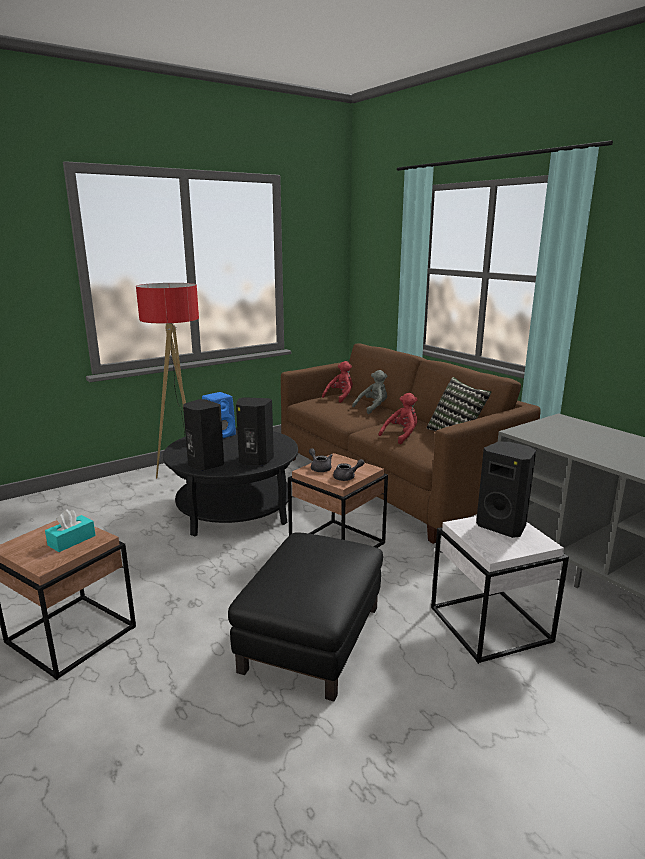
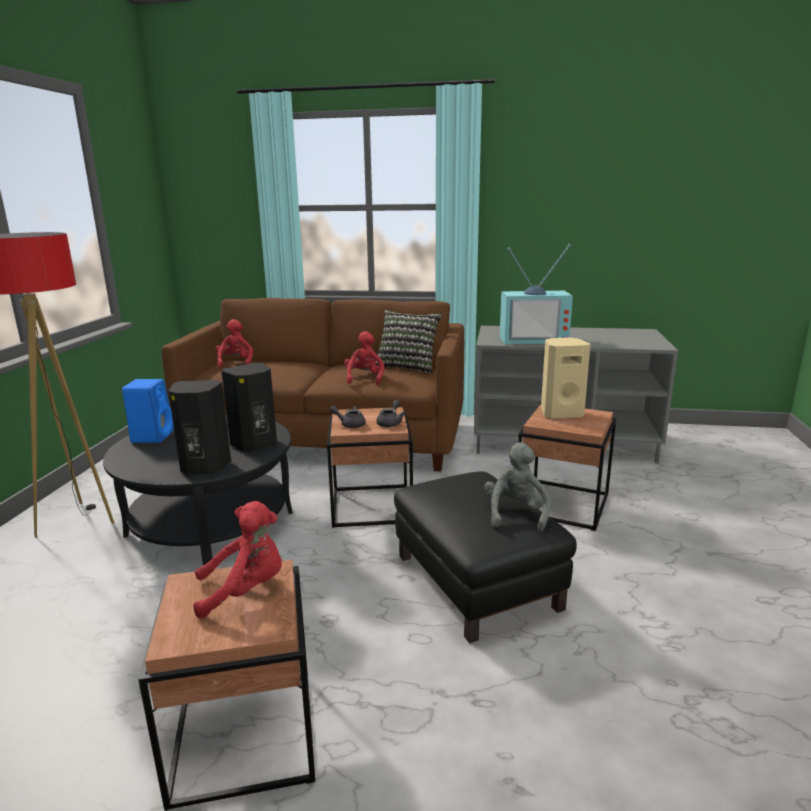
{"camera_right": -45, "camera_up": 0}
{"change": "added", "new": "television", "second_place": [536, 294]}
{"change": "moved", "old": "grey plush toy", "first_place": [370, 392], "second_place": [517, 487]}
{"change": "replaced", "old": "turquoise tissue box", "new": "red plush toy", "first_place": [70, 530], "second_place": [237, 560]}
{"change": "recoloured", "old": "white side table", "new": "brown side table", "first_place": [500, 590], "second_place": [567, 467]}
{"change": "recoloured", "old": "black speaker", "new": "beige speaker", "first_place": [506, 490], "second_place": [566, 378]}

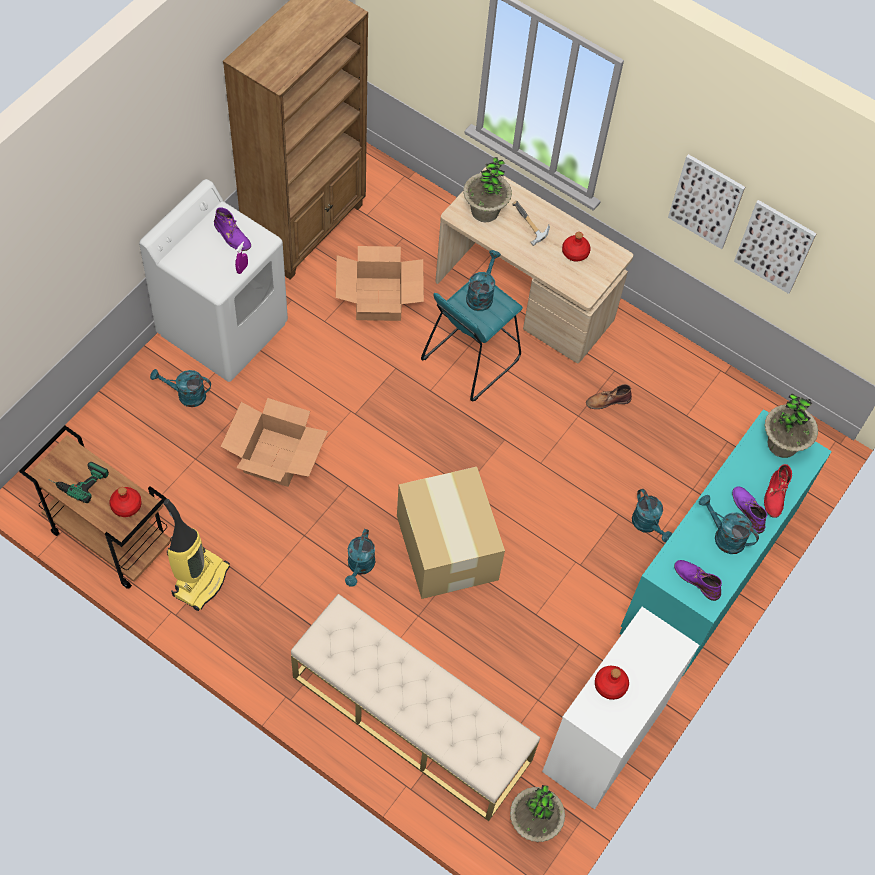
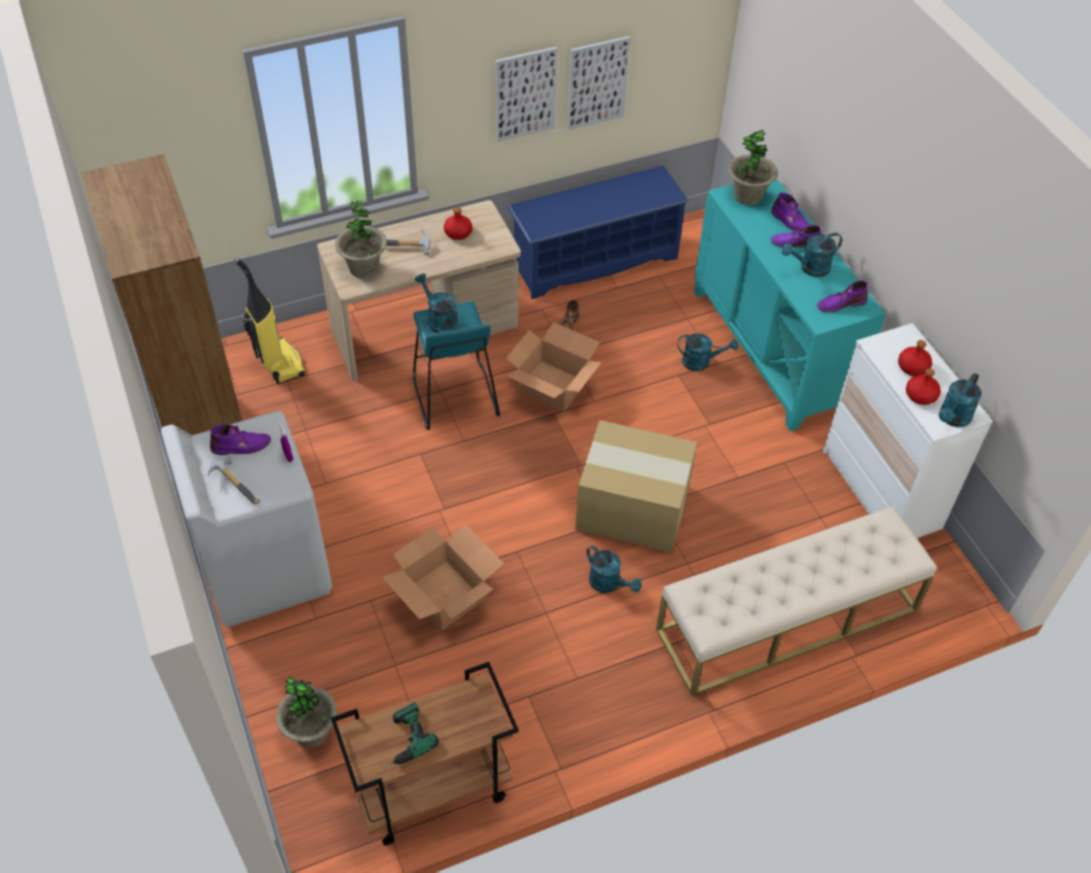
{"camera_right": -55, "camera_up": -10}
{"change": "added", "new": "hammer", "second_place": [234, 481]}
{"change": "added", "new": "blue shoe rack", "second_place": [598, 232]}
{"change": "moved", "old": "red bottle", "first_place": [126, 502], "second_place": [915, 358]}
{"change": "moved", "old": "turquoise watering can", "first_place": [180, 388], "second_place": [960, 400]}
{"change": "moved", "old": "vacuum cleaner", "first_place": [196, 555], "second_place": [270, 321]}
{"change": "moved", "old": "cardboard box", "first_place": [380, 283], "second_place": [554, 367]}
{"change": "moved", "old": "potted plant", "first_place": [537, 813], "second_place": [306, 712]}
{"change": "recoloured", "old": "red boot", "new": "purple boot", "first_place": [778, 491], "second_place": [790, 212]}

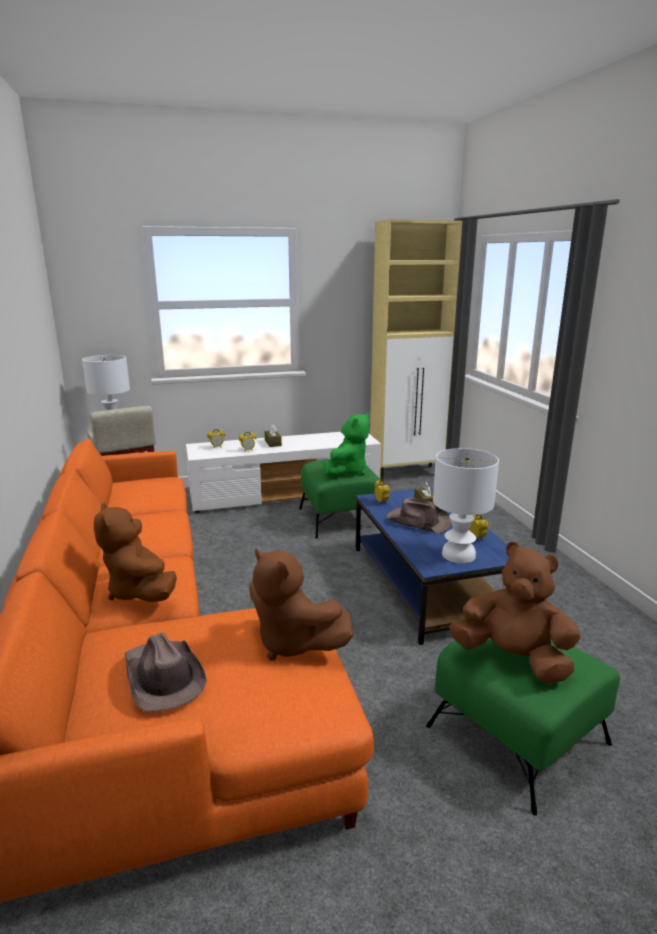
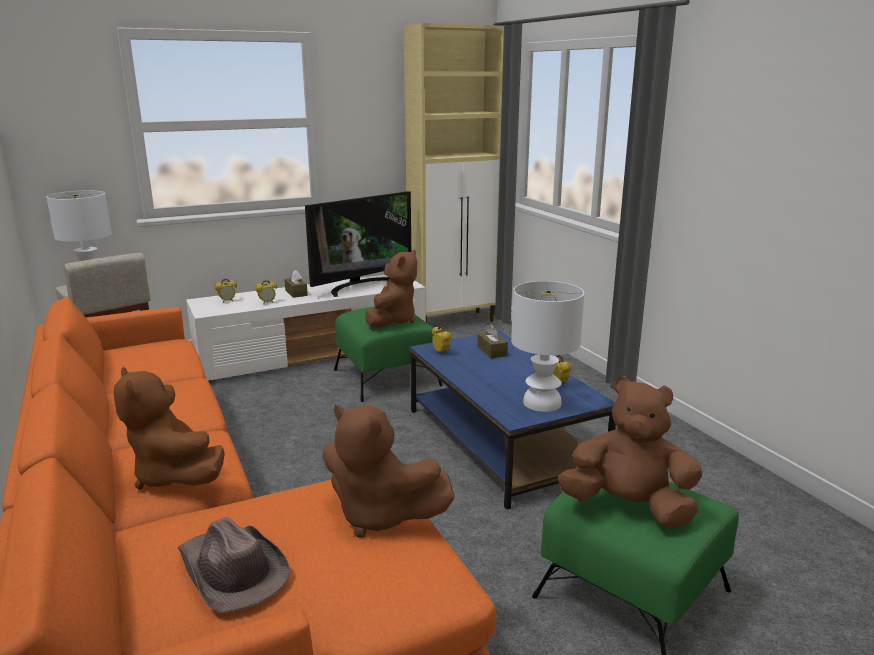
{"camera_right": -10, "camera_up": 0}
{"change": "removed", "old": "brown hat", "first_place": [419, 515]}
{"change": "added", "new": "television", "second_place": [358, 244]}
{"change": "recoloured", "old": "green plush toy", "new": "brown plush toy", "first_place": [346, 445], "second_place": [391, 288]}

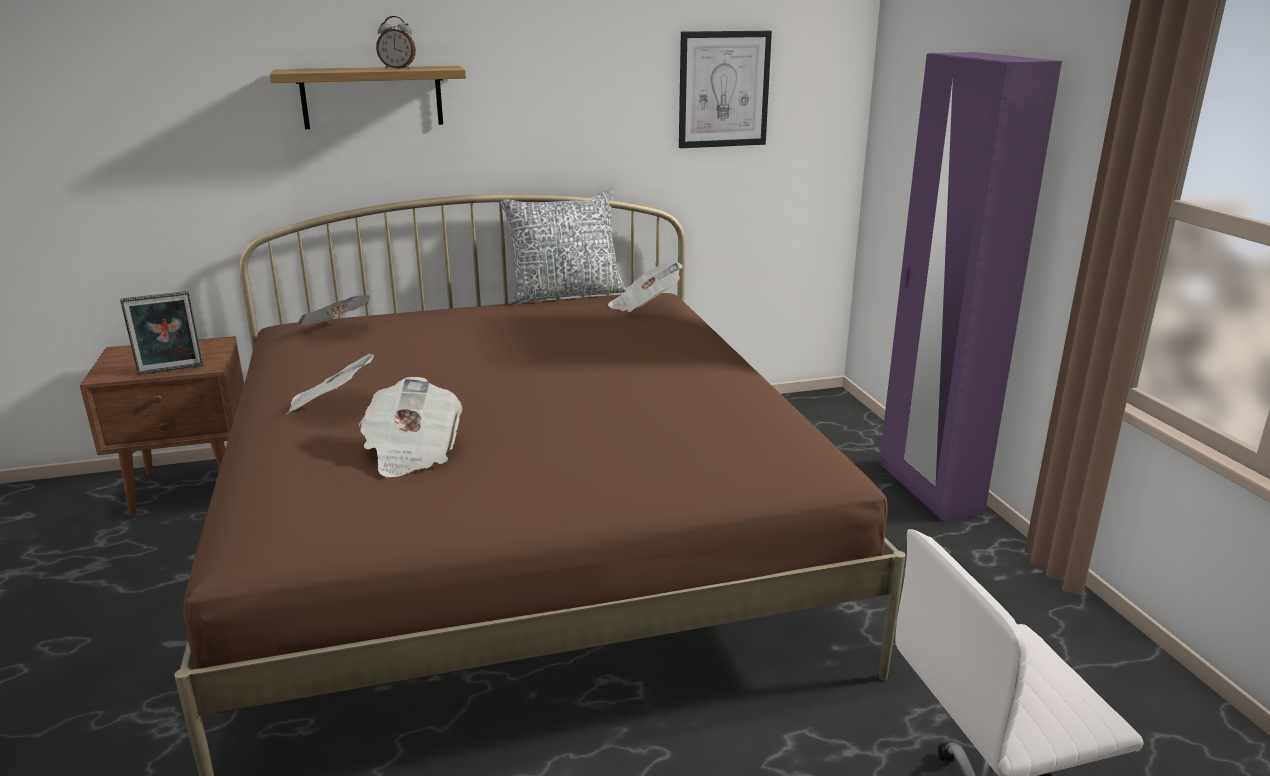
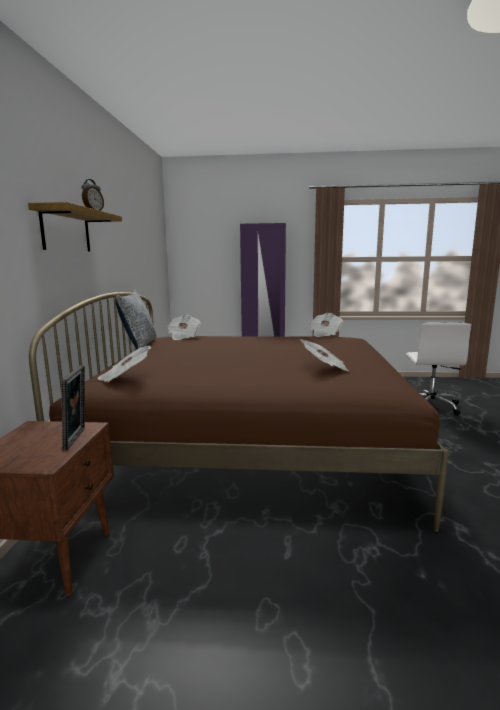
{"camera_right": -70, "camera_up": -10}
{"change": "removed", "old": "picture", "first_place": [725, 89]}
{"change": "moved", "old": "newspaper", "first_place": [330, 383], "second_place": [326, 325]}

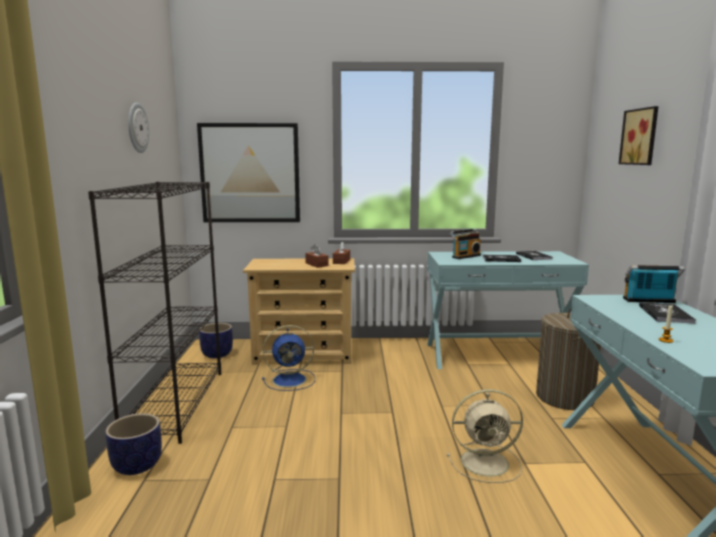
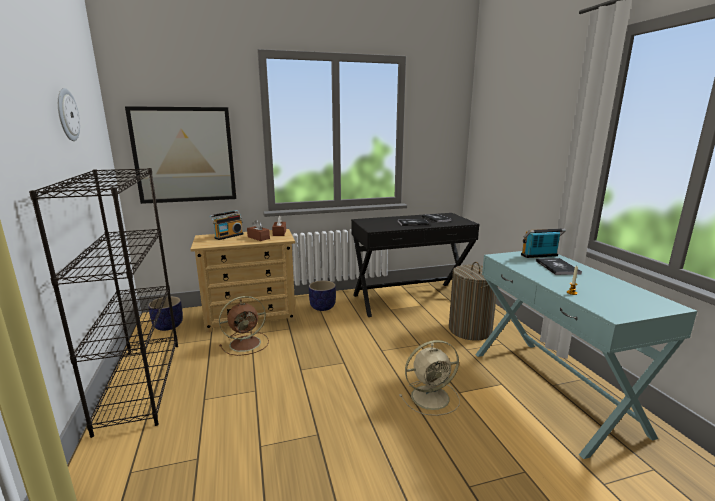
{"camera_right": -15, "camera_up": 5}
{"change": "removed", "old": "picture", "first_place": [639, 135]}
{"change": "moved", "old": "planter", "first_place": [133, 444], "second_place": [322, 295]}
{"change": "moved", "old": "radio", "first_place": [465, 244], "second_place": [227, 225]}
{"change": "recoloured", "old": "blue fan", "new": "brown fan", "first_place": [288, 358], "second_place": [244, 326]}
{"change": "recoloured", "old": "turquoise console table", "new": "black console table", "first_place": [508, 310], "second_place": [415, 265]}

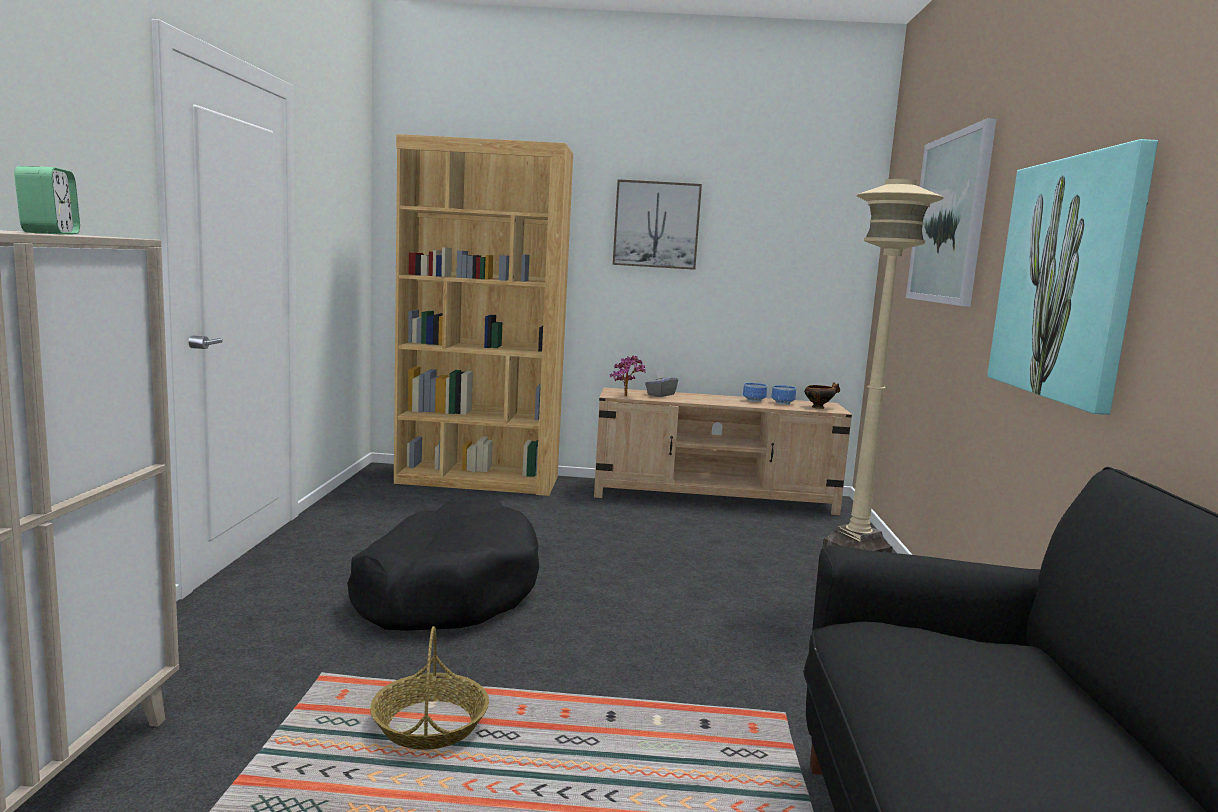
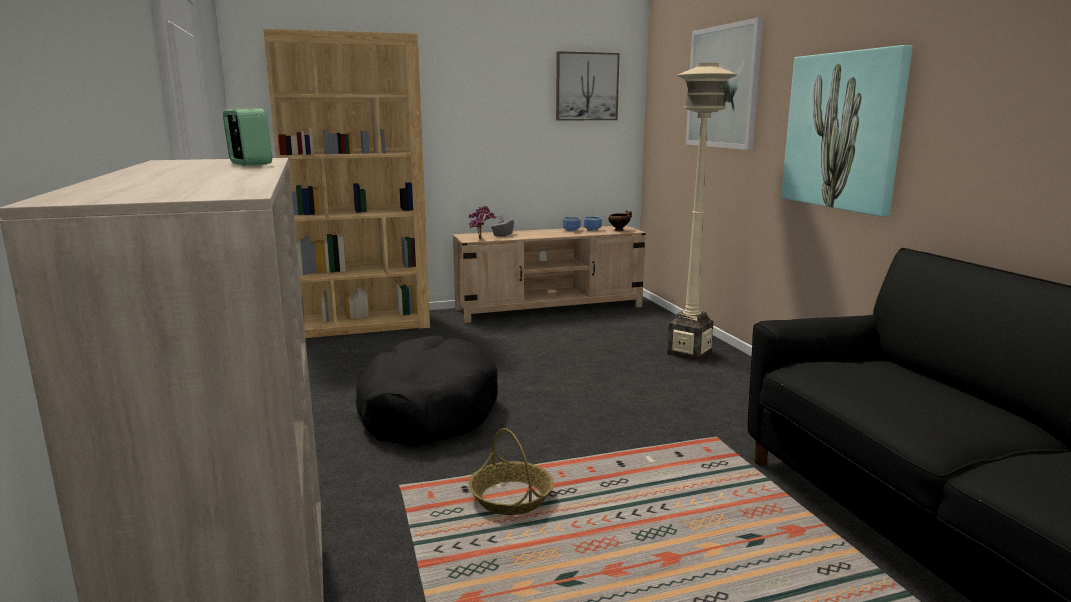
{"camera_right": -20, "camera_up": 5}
{"change": "moved", "old": "picture", "first_place": [657, 224], "second_place": [588, 85]}

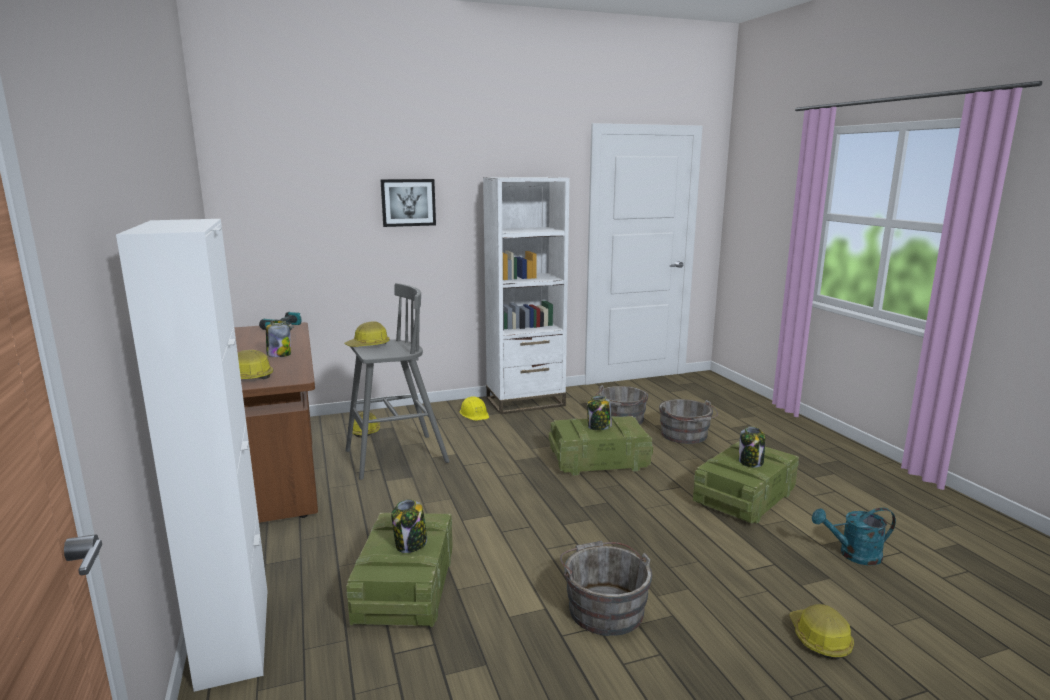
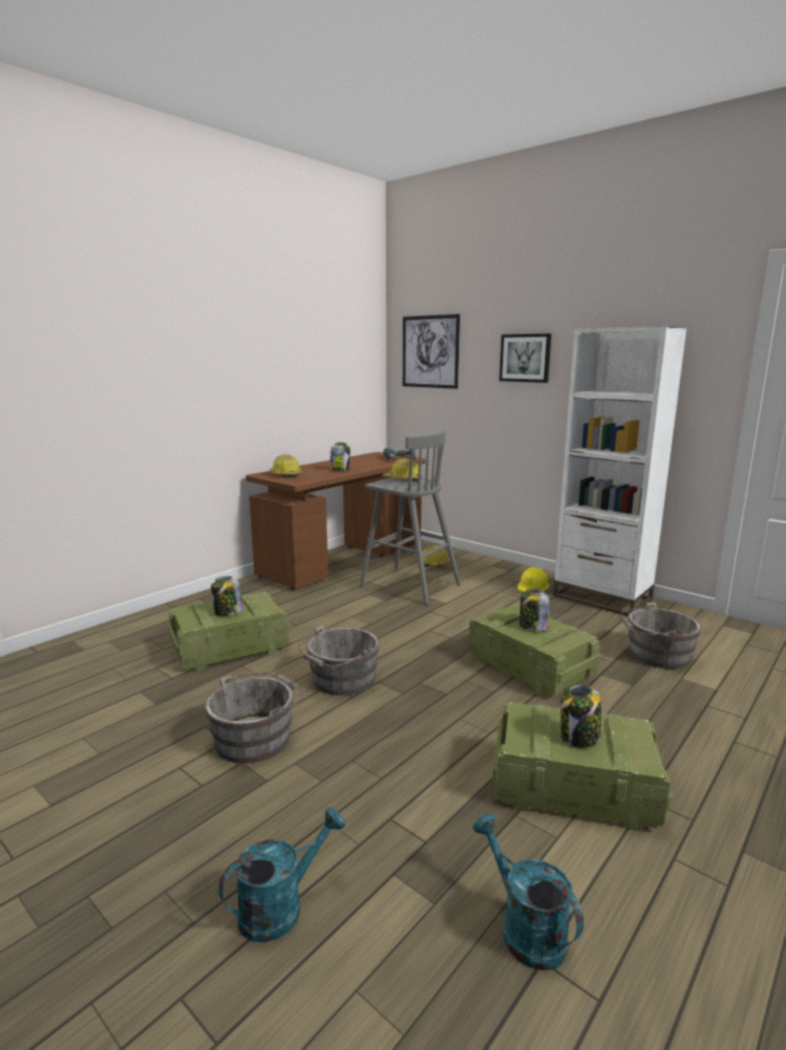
{"camera_right": 60, "camera_up": 0}
{"change": "removed", "old": "white cabinet", "first_place": [192, 455]}
{"change": "added", "new": "picture", "second_place": [431, 351]}
{"change": "moved", "old": "grey bucket", "first_place": [688, 421], "second_place": [339, 661]}
{"change": "replaced", "old": "hard hat", "new": "turquoise watering can", "first_place": [821, 631], "second_place": [282, 875]}

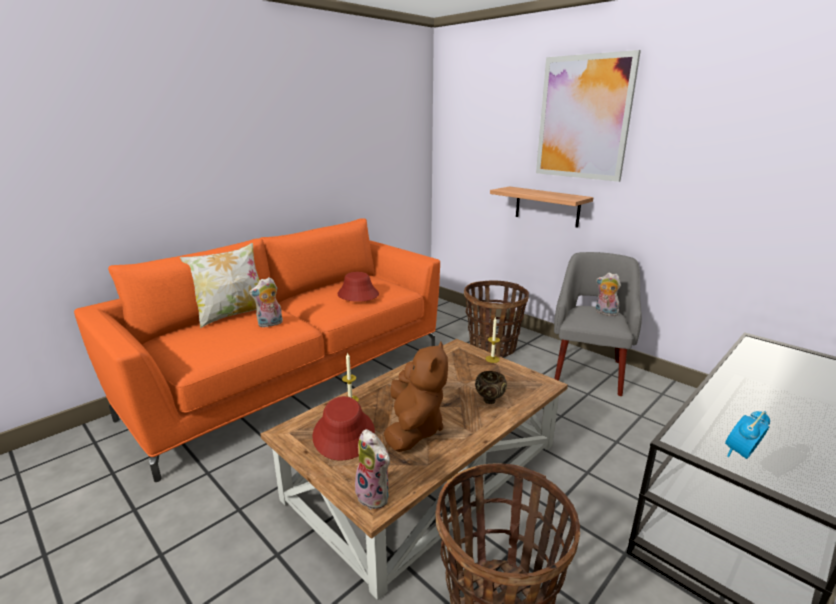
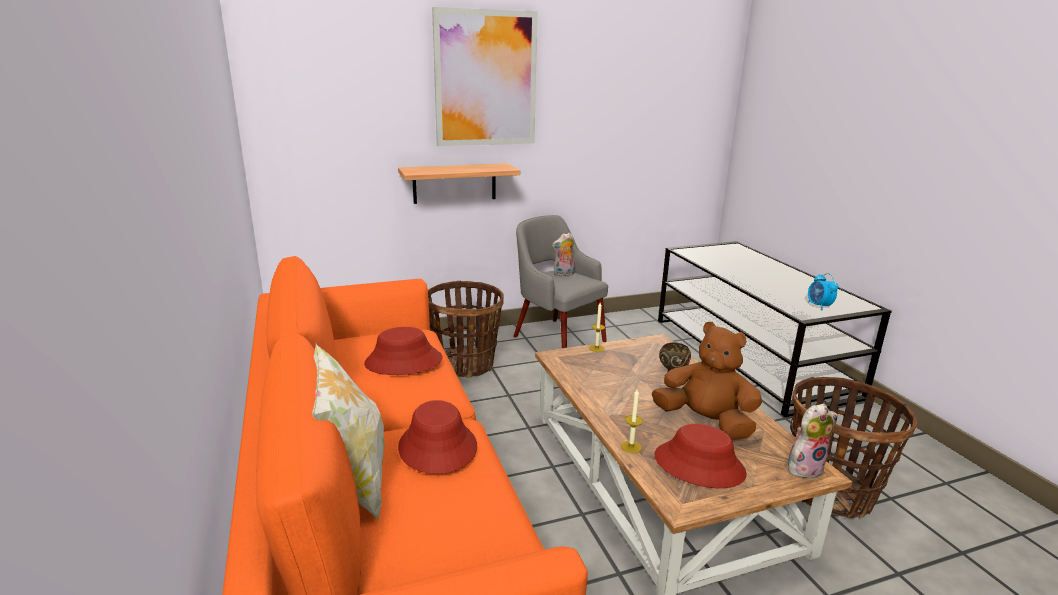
{"camera_right": -65, "camera_up": 0}
{"change": "replaced", "old": "plush toy", "new": "red hat", "first_place": [266, 302], "second_place": [437, 437]}

